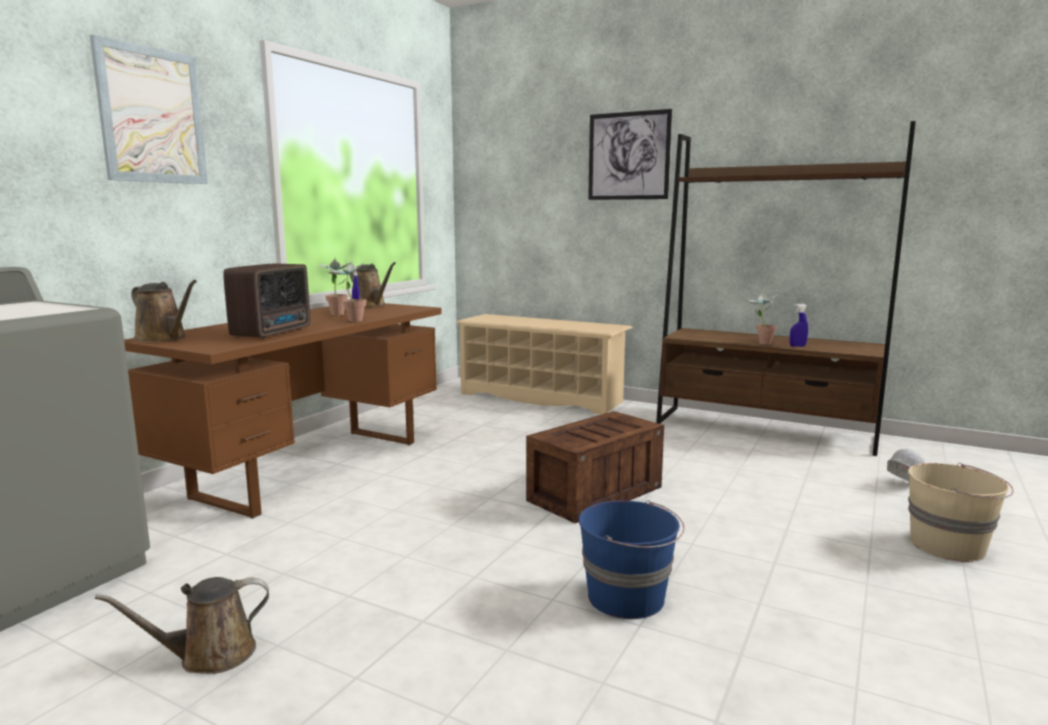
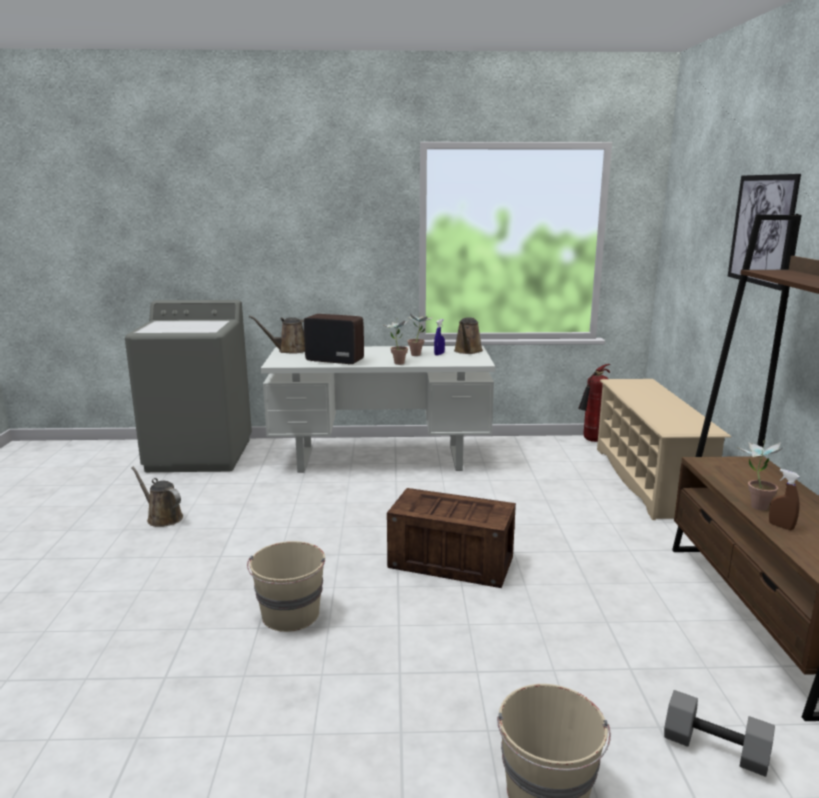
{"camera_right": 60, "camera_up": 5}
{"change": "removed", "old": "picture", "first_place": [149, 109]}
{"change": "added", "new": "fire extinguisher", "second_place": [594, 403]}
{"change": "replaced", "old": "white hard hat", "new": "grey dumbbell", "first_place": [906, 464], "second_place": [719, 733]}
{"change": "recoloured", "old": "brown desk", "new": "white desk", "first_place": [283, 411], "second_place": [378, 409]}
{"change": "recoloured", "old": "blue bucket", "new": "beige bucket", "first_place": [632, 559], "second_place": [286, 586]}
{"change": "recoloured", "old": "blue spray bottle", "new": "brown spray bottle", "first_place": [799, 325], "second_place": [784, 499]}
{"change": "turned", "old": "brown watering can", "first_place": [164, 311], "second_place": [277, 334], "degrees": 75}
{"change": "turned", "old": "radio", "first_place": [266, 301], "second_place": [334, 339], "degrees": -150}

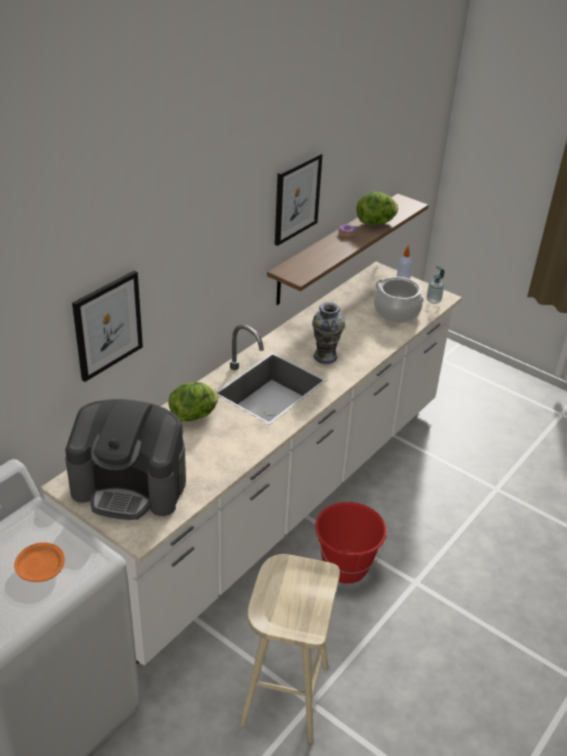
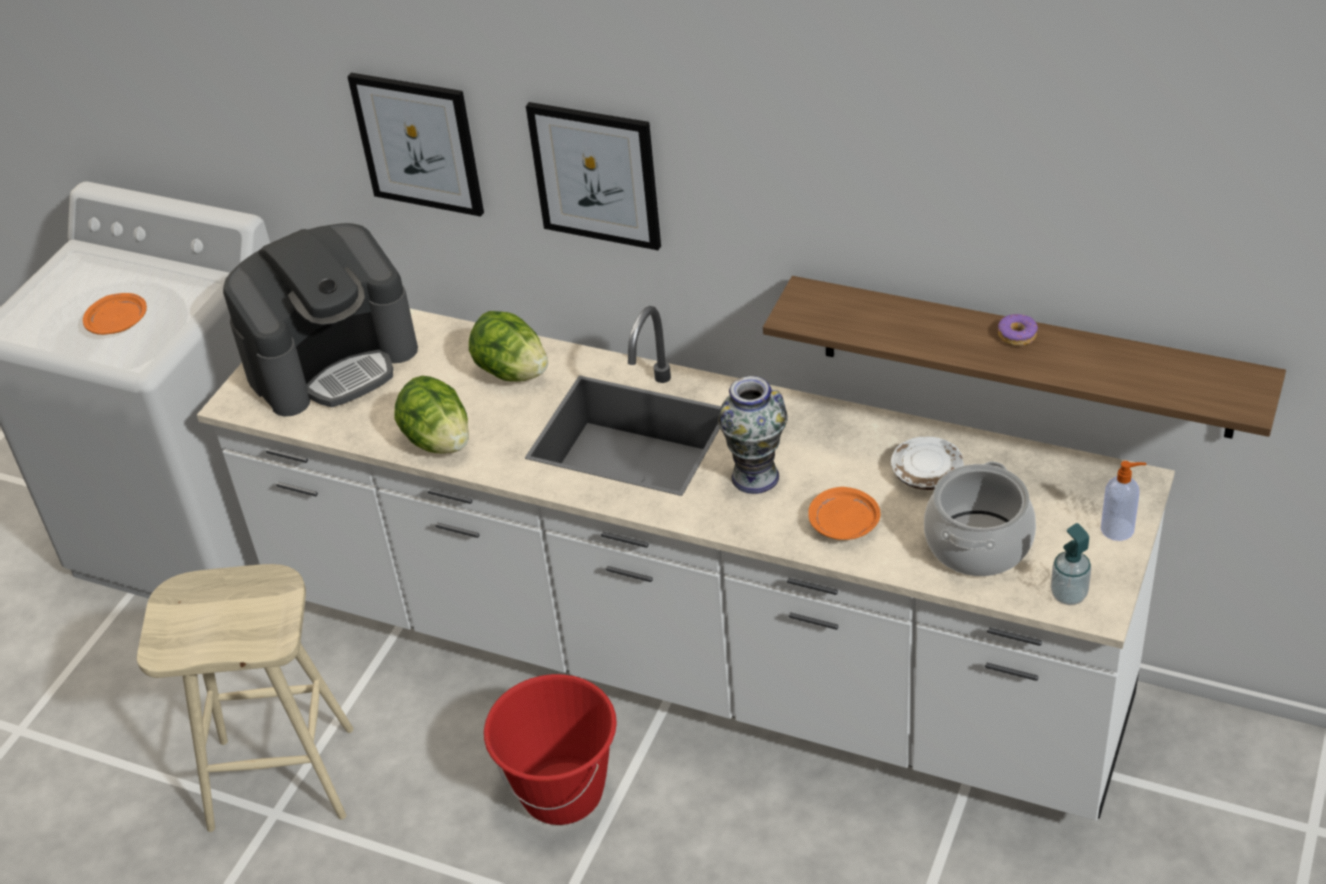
{"camera_right": 80, "camera_up": 5}
{"change": "added", "new": "orange plate", "second_place": [844, 513]}
{"change": "added", "new": "white plate", "second_place": [927, 463]}
{"change": "moved", "old": "picture", "first_place": [298, 199], "second_place": [593, 176]}
{"change": "moved", "old": "lettuce", "first_place": [377, 208], "second_place": [431, 415]}
{"change": "turned", "old": "coffee machine", "first_place": [125, 459], "second_place": [320, 320], "degrees": -120}

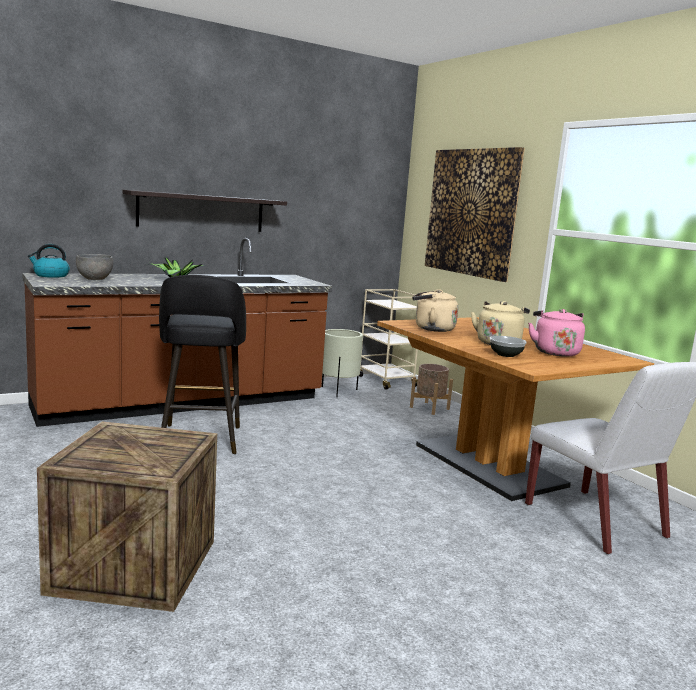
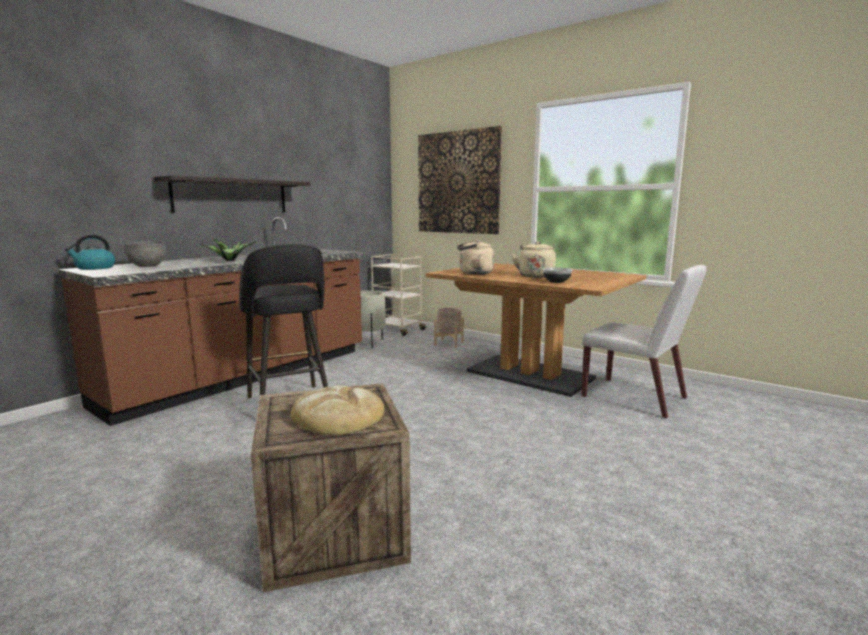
{"camera_right": -20, "camera_up": 0}
{"change": "removed", "old": "pink kettle", "first_place": [556, 333]}
{"change": "added", "new": "bread", "second_place": [337, 410]}

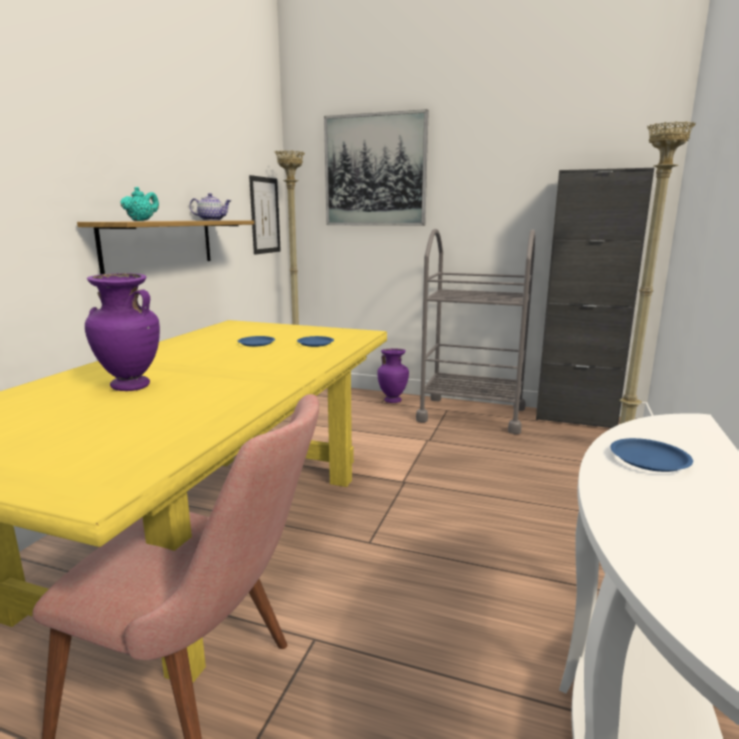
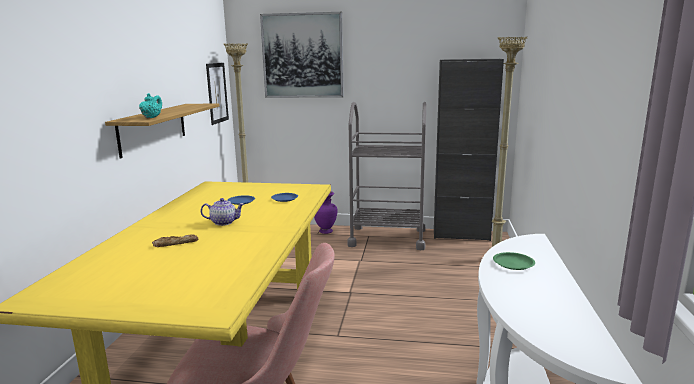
{"camera_right": -10, "camera_up": 0}
{"change": "moved", "old": "teapot", "first_place": [210, 206], "second_place": [222, 212]}
{"change": "replaced", "old": "purple vase", "new": "bread", "first_place": [122, 332], "second_place": [175, 240]}
{"change": "recoloured", "old": "blue plate", "new": "green plate", "first_place": [651, 455], "second_place": [514, 261]}

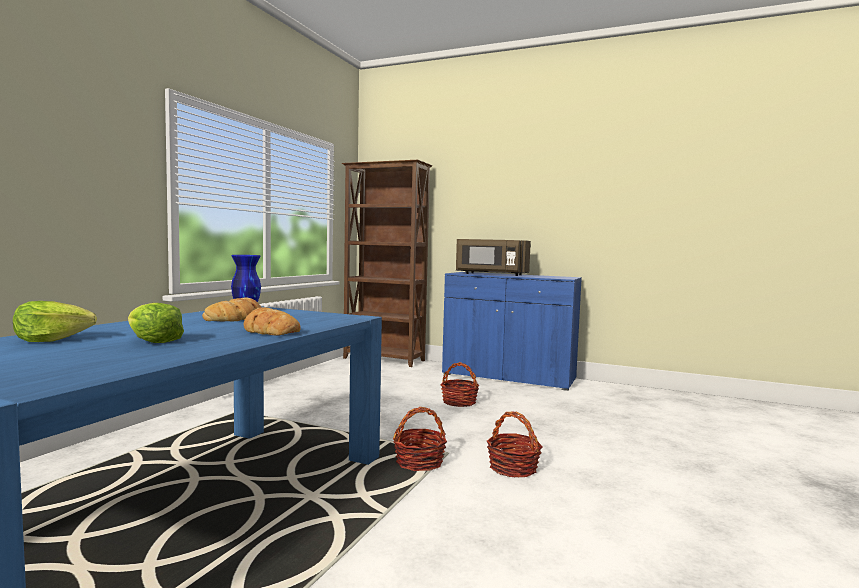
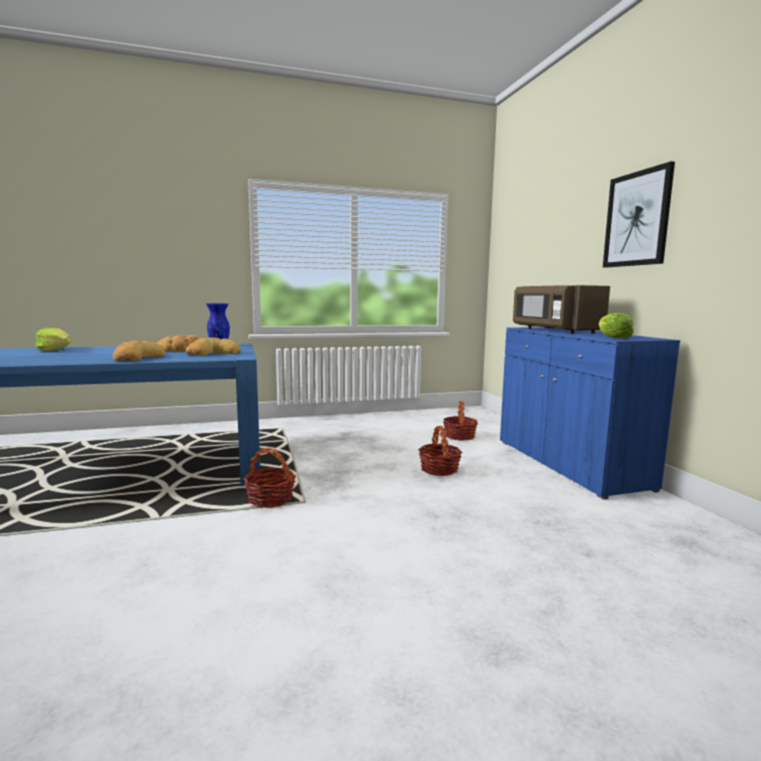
{"camera_right": 50, "camera_up": 5}
{"change": "removed", "old": "brown bookcase", "first_place": [387, 263]}
{"change": "added", "new": "bread", "second_place": [213, 346]}
{"change": "added", "new": "picture", "second_place": [639, 214]}
{"change": "moved", "old": "lettuce", "first_place": [156, 323], "second_place": [616, 326]}
{"change": "moved", "old": "basket", "first_place": [515, 445], "second_place": [460, 421]}

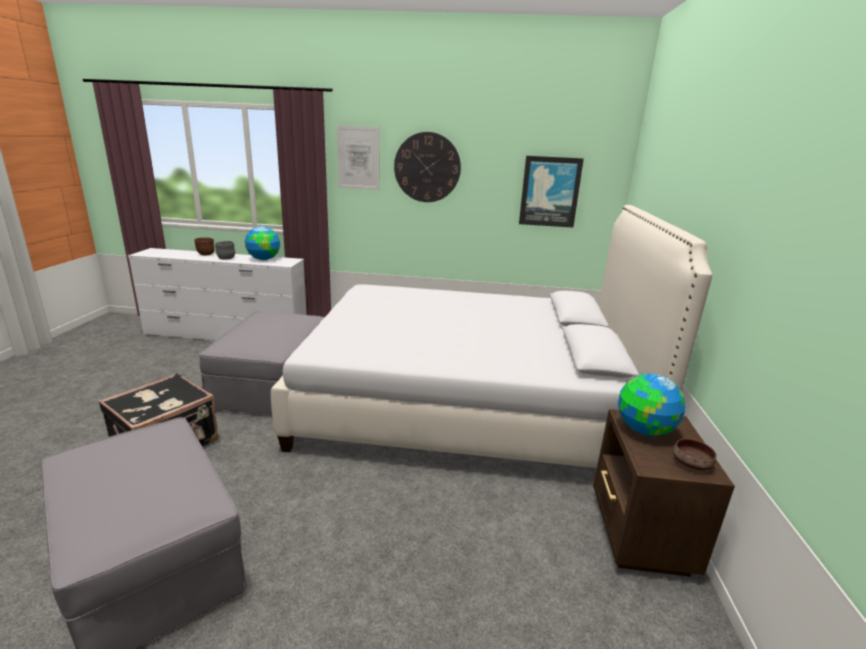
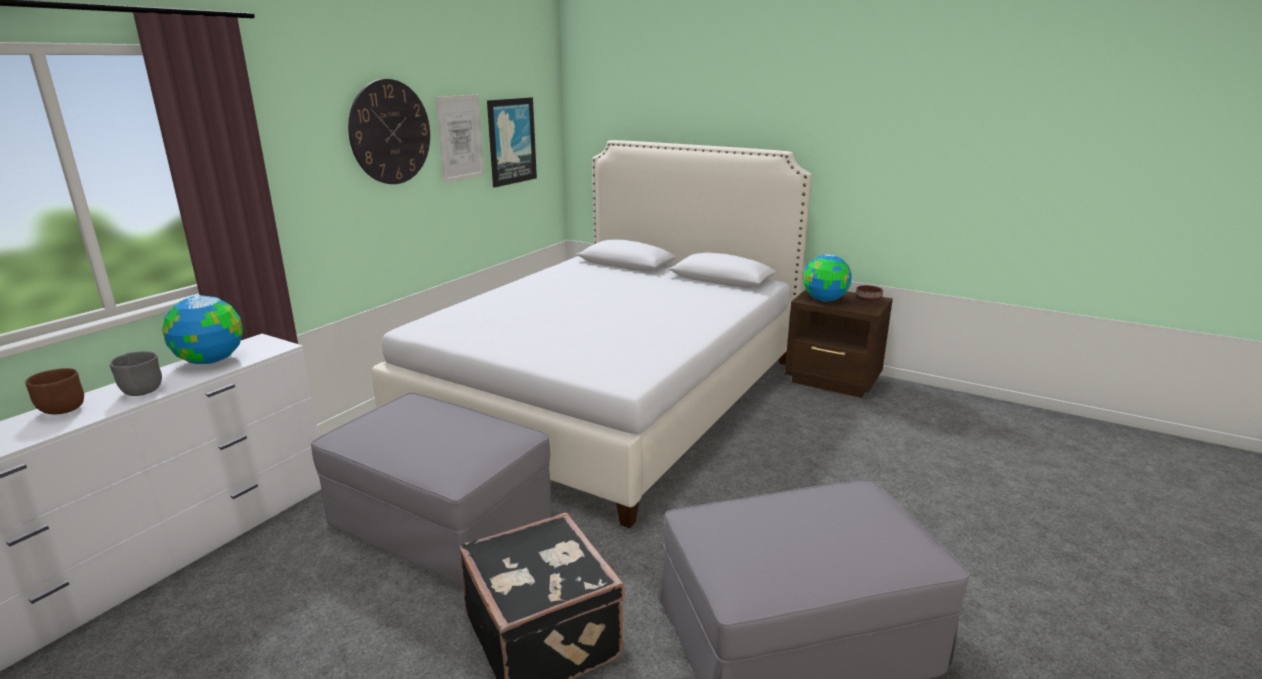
{"camera_right": -65, "camera_up": 0}
{"change": "moved", "old": "picture", "first_place": [358, 157], "second_place": [459, 139]}

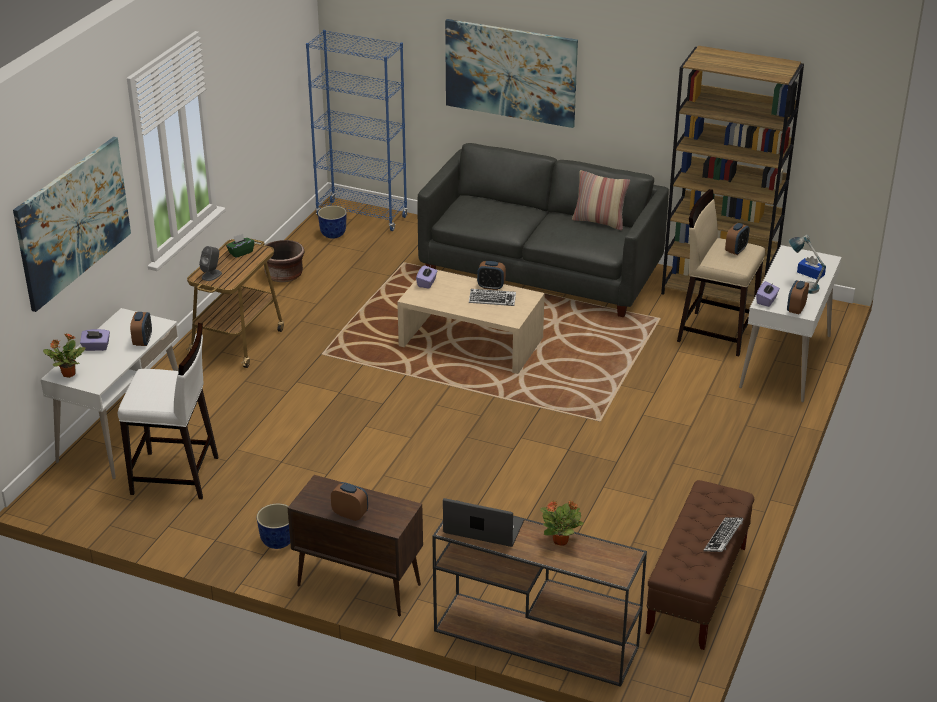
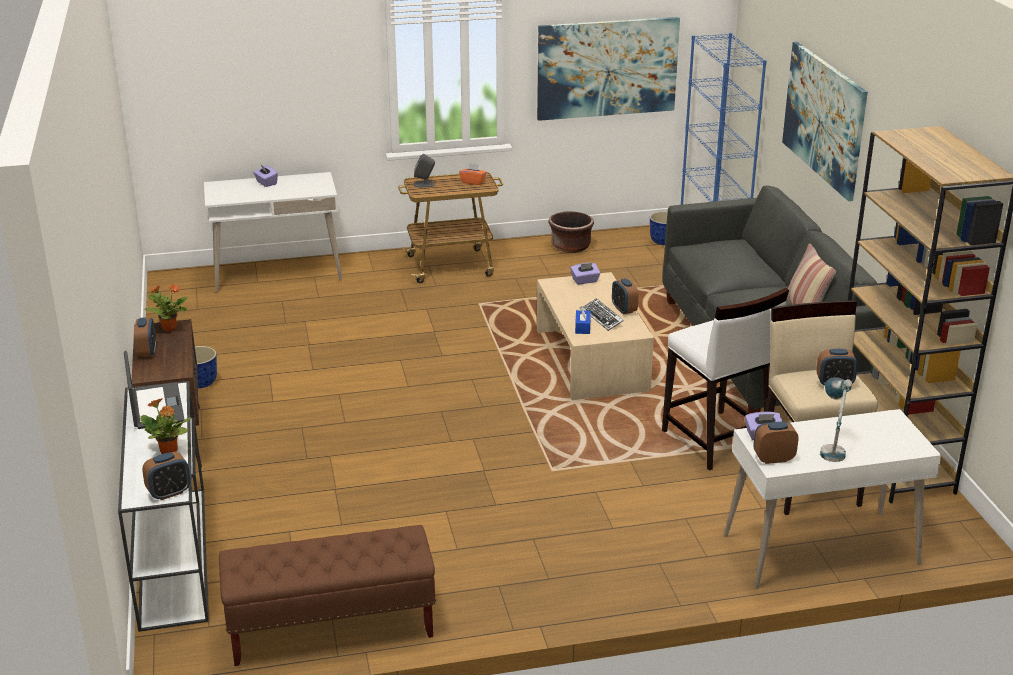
{"camera_right": 55, "camera_up": -5}
{"change": "removed", "old": "keyboard", "first_place": [723, 534]}
{"change": "moved", "old": "picture", "first_place": [72, 224], "second_place": [608, 69]}
{"change": "moved", "old": "potted plant", "first_place": [64, 356], "second_place": [166, 307]}
{"change": "moved", "old": "white stool", "first_place": [168, 411], "second_place": [725, 379]}
{"change": "moved", "old": "alarm clock", "first_place": [141, 329], "second_place": [166, 476]}
{"change": "moved", "old": "blue tissue box", "first_place": [811, 267], "second_place": [583, 320]}
{"change": "recoloured", "old": "green tissue box", "new": "orange tissue box", "first_place": [240, 246], "second_place": [473, 174]}
{"change": "recoloured", "old": "brown console table", "new": "white console table", "first_place": [540, 593], "second_place": [163, 506]}

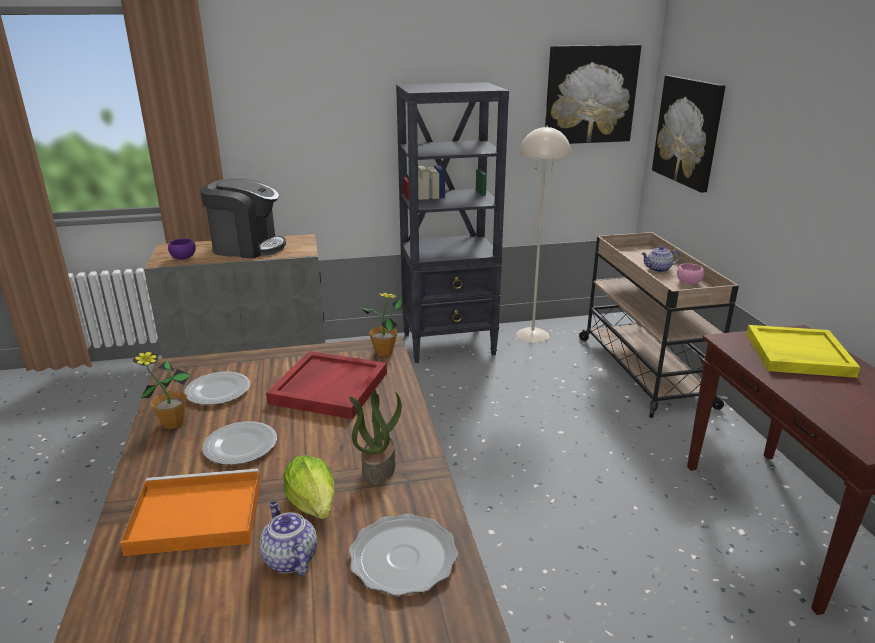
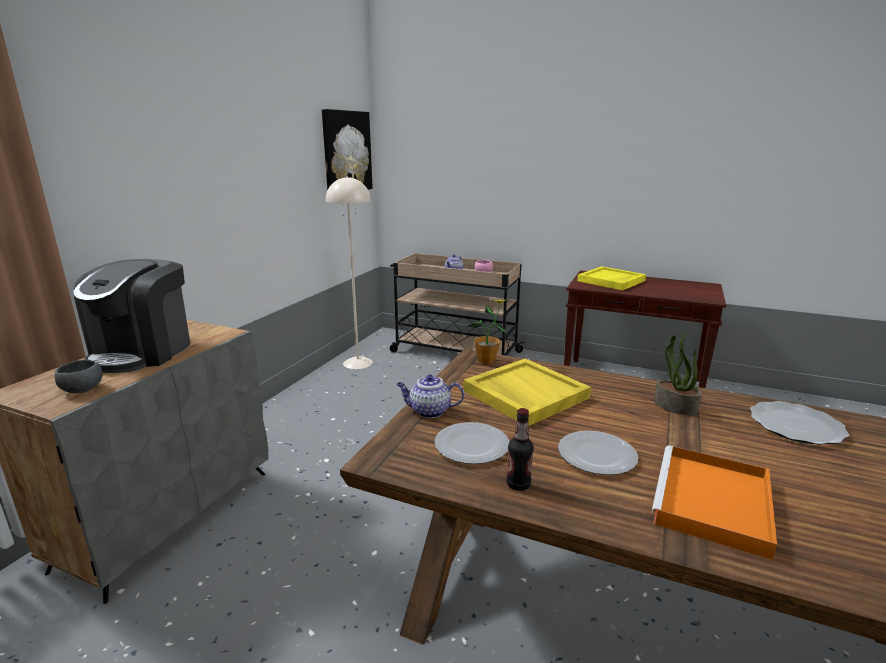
{"camera_right": -55, "camera_up": -5}
{"change": "removed", "old": "lettuce", "first_place": [308, 487]}
{"change": "removed", "old": "black bookcase", "first_place": [452, 222]}
{"change": "removed", "old": "picture", "first_place": [688, 134]}
{"change": "moved", "old": "teapot", "first_place": [288, 538], "second_place": [430, 396]}
{"change": "replaced", "old": "potted plant", "new": "bottle", "first_place": [161, 390], "second_place": [520, 449]}
{"change": "recoloured", "old": "purple bowl", "new": "grey bowl", "first_place": [182, 249], "second_place": [79, 376]}
{"change": "recoloured", "old": "red tray", "new": "yellow tray", "first_place": [326, 385], "second_place": [527, 392]}
{"change": "turned", "old": "coffee machine", "first_place": [243, 218], "second_place": [131, 316], "degrees": 150}

